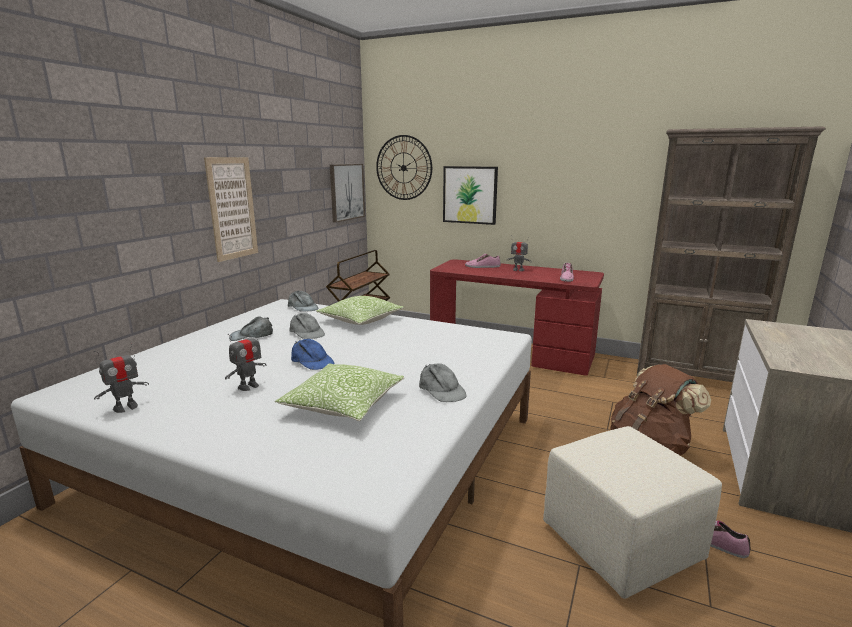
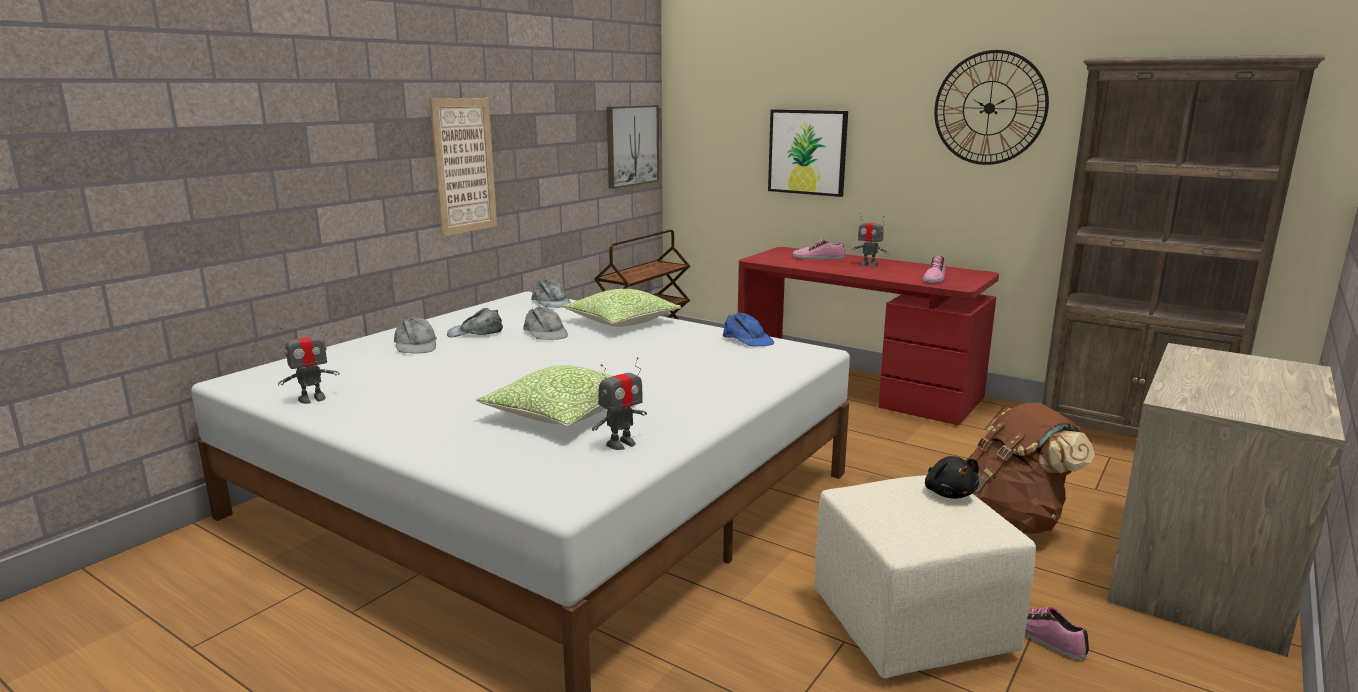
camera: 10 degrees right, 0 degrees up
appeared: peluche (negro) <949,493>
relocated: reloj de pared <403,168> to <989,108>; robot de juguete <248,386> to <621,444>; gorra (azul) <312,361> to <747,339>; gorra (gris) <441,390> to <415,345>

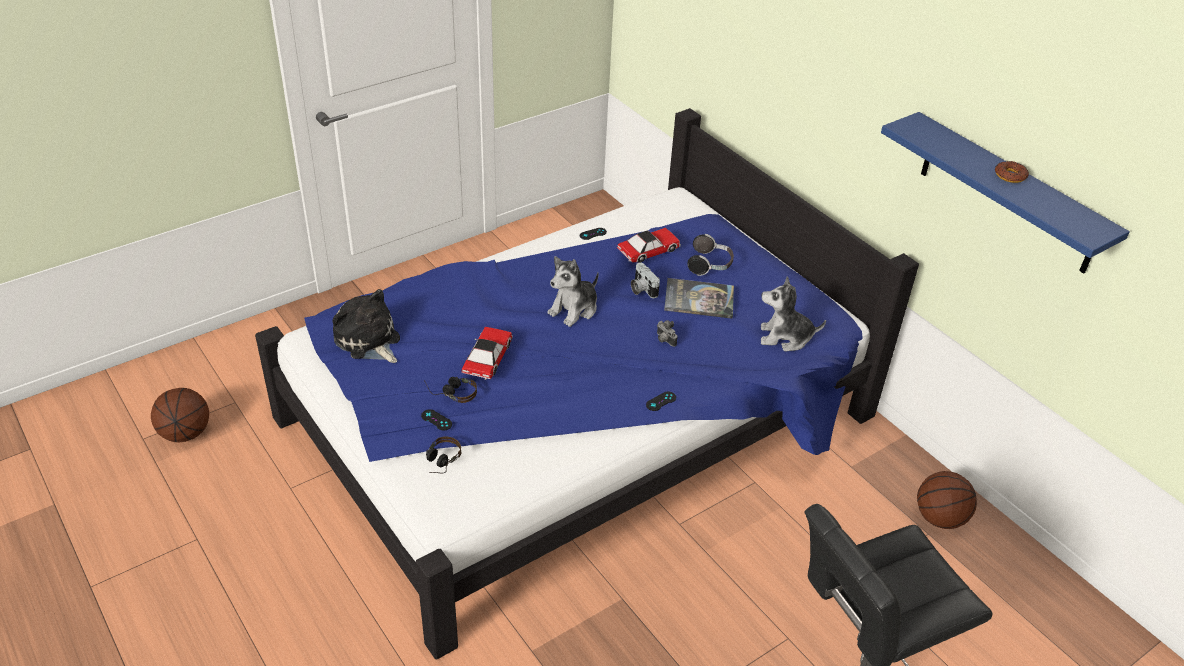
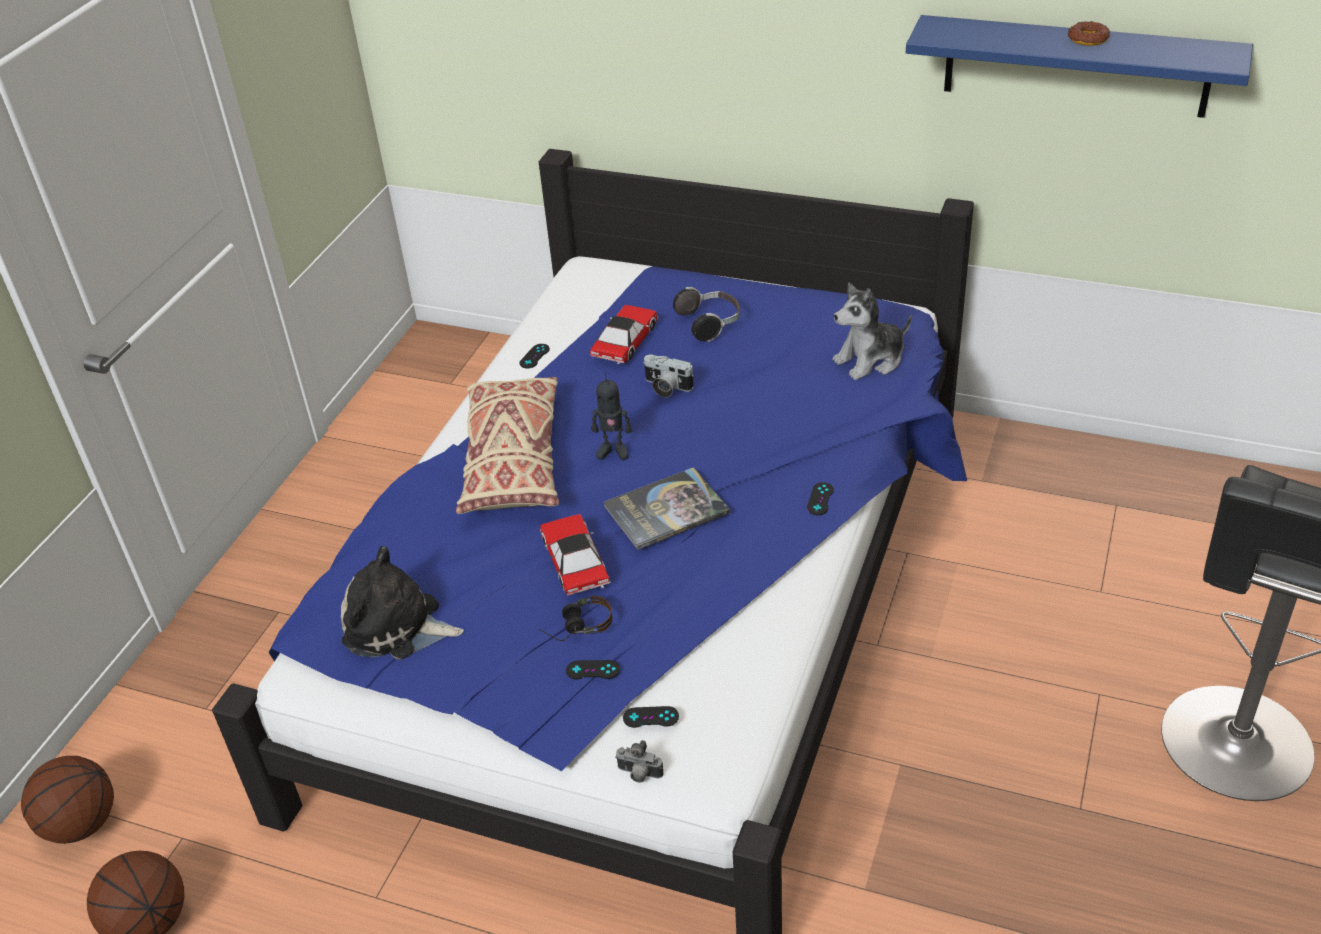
camera: 30 degrees left, 0 degrees up
appeared: cojín (beis) <513,460>
relocated: libro <699,299> to <666,510>; cámara <664,340> to <639,774>; balón de baloncesto <939,518> to <80,824>
exchanged: peluche <574,309> to robot de juguete <613,451>; auriculares <440,462> to mando de consola (negro) <651,717>

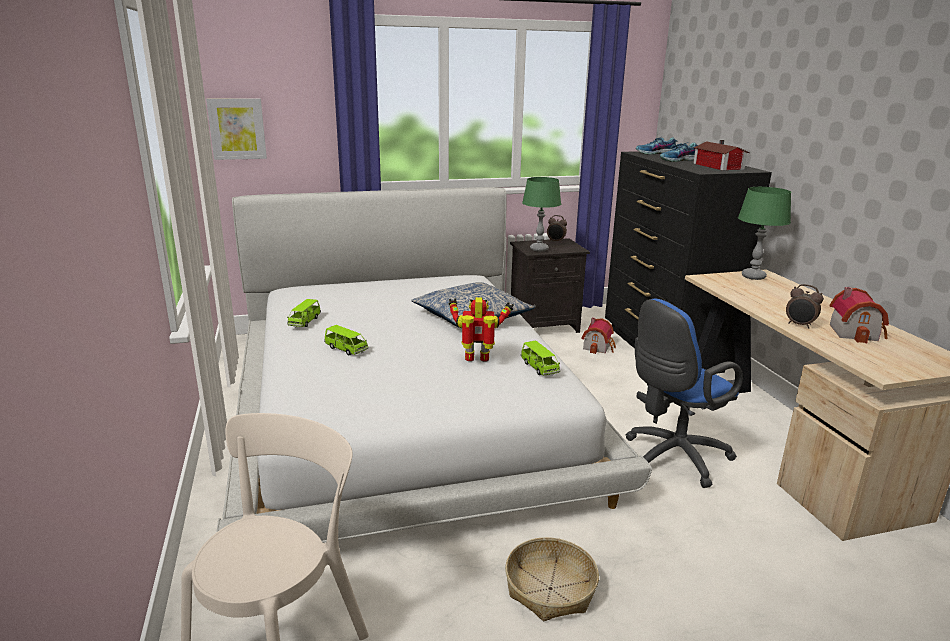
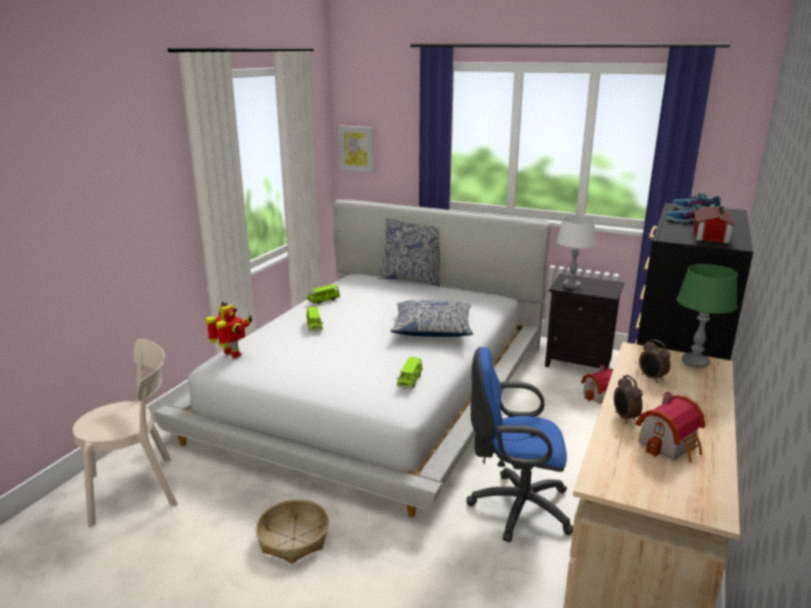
camera: 40 degrees right, 0 degrees up
appeared: cojín <412,279>
relocated: despertador <556,241> to <651,378>; robot de juguete <478,360> to <231,355>
colour: lámpara de mesa (verde) <539,249> to lámpara de mesa (blanco) <571,286>

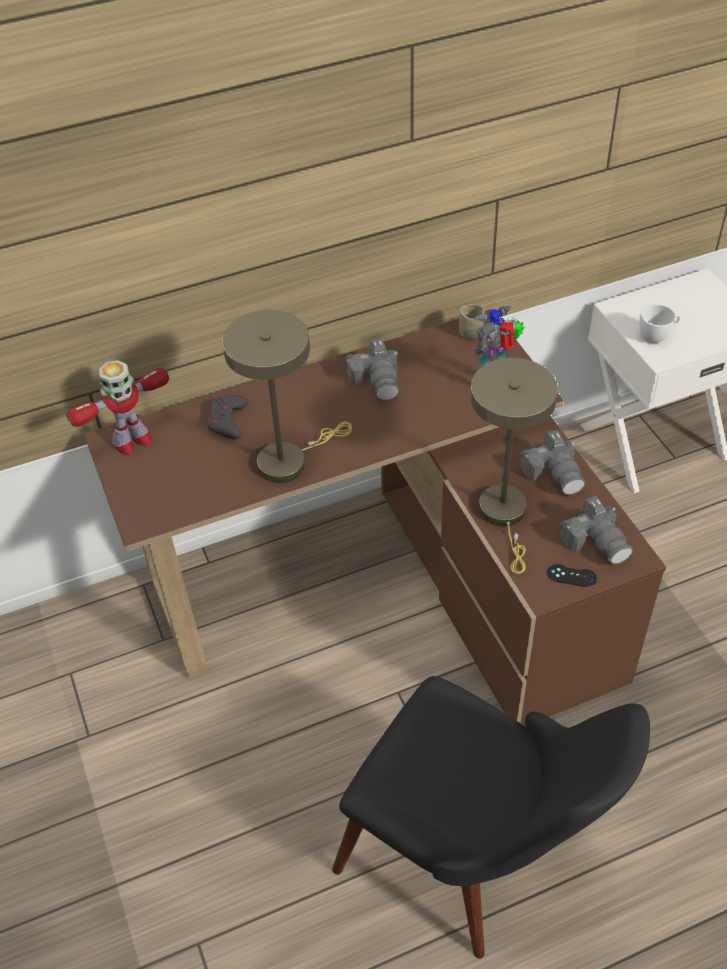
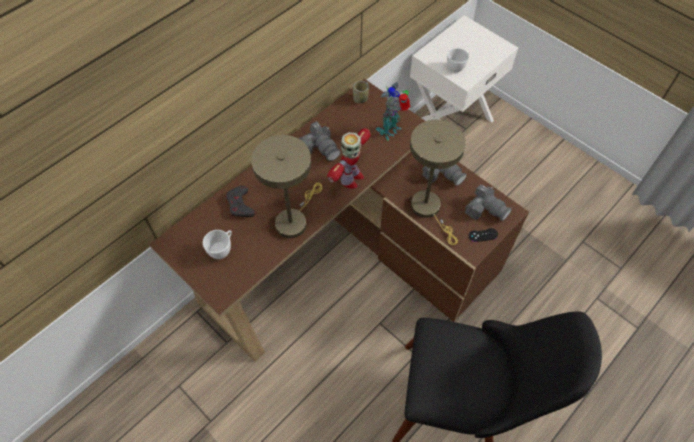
camera: 25 degrees left, 10 degrees up
appeared: taza (blanco) <222,250>
relocated: robot de juguete <131,441> to <351,179>

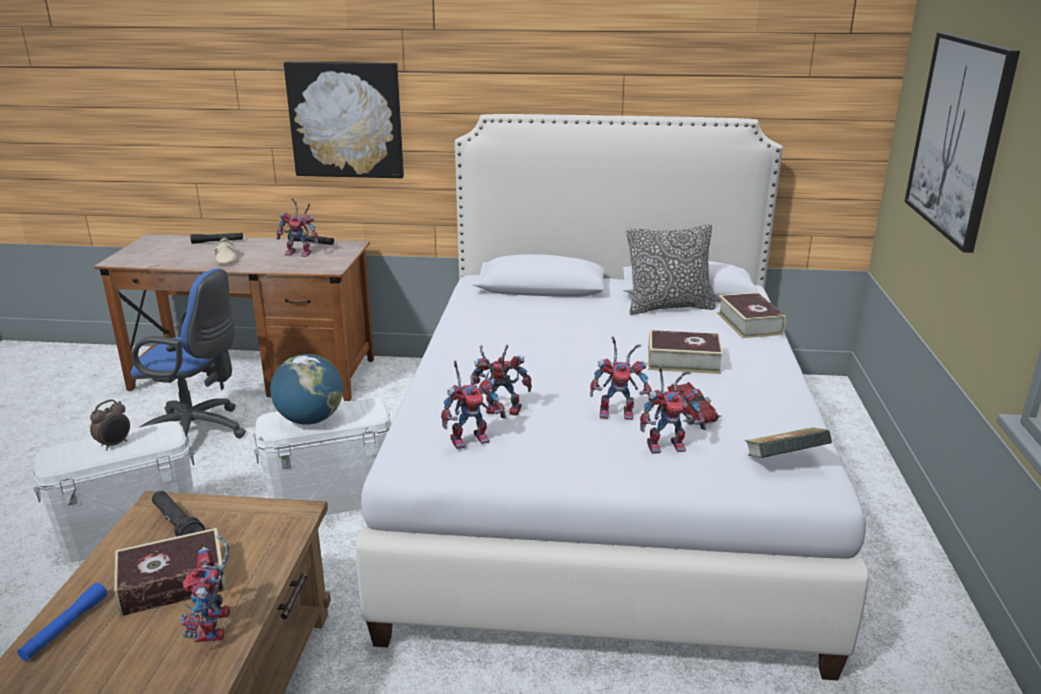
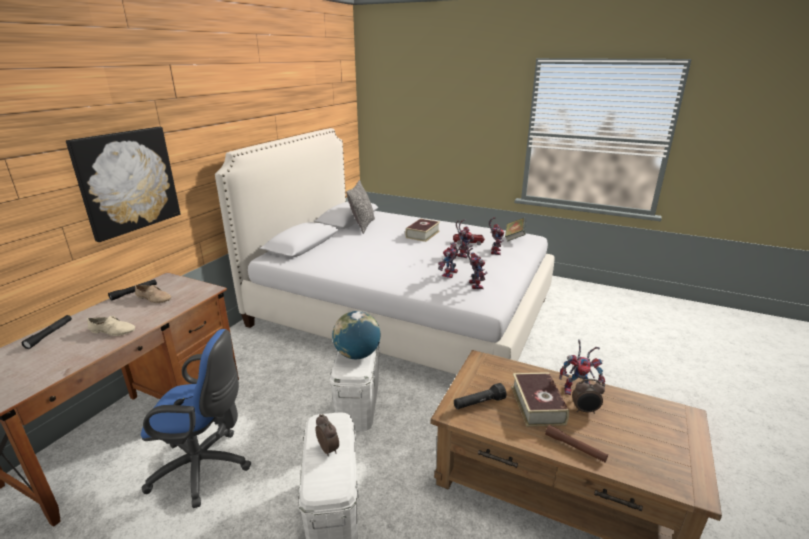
camera: 70 degrees left, 0 degrees up
missing: cuadro <958,137>; libro <749,323>
appeared: despertador <585,410>
exchanged: robot de juguete <301,253> to zapato (beis) <154,298>
colour: linterna (azul) <65,627> to linterna (marrón) <575,447>
spun: silla de oficina (azul) <198,432> = <206,468> 60 degrees clockwise

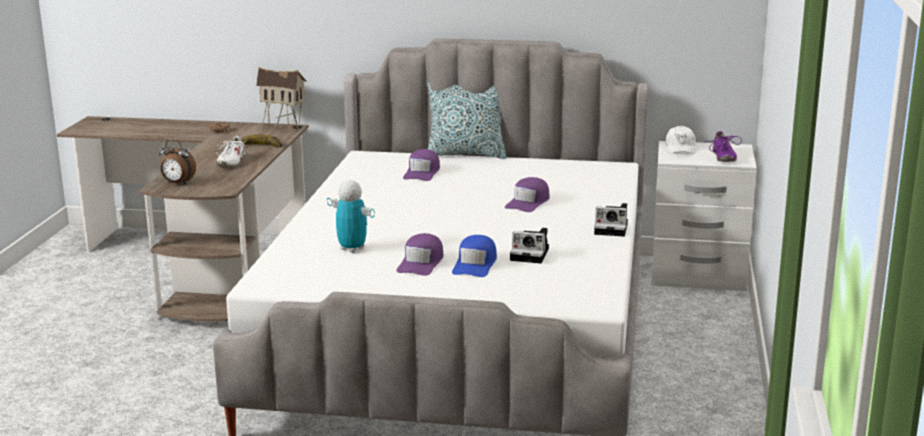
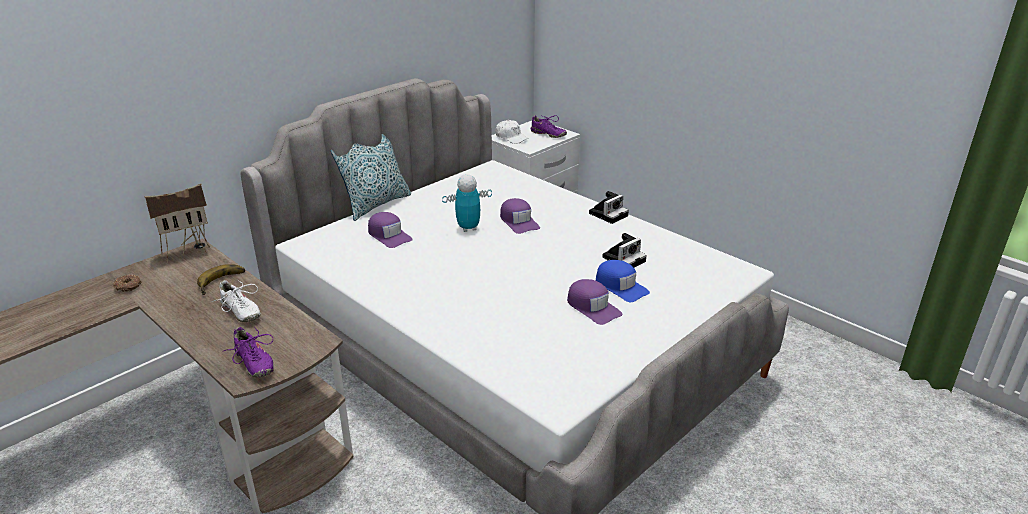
camera: 55 degrees left, 10 degrees up
relocated: robot de juguete <352,249> to <468,228>
exchanged: despertador <177,183> to zapato (morado) <253,363>

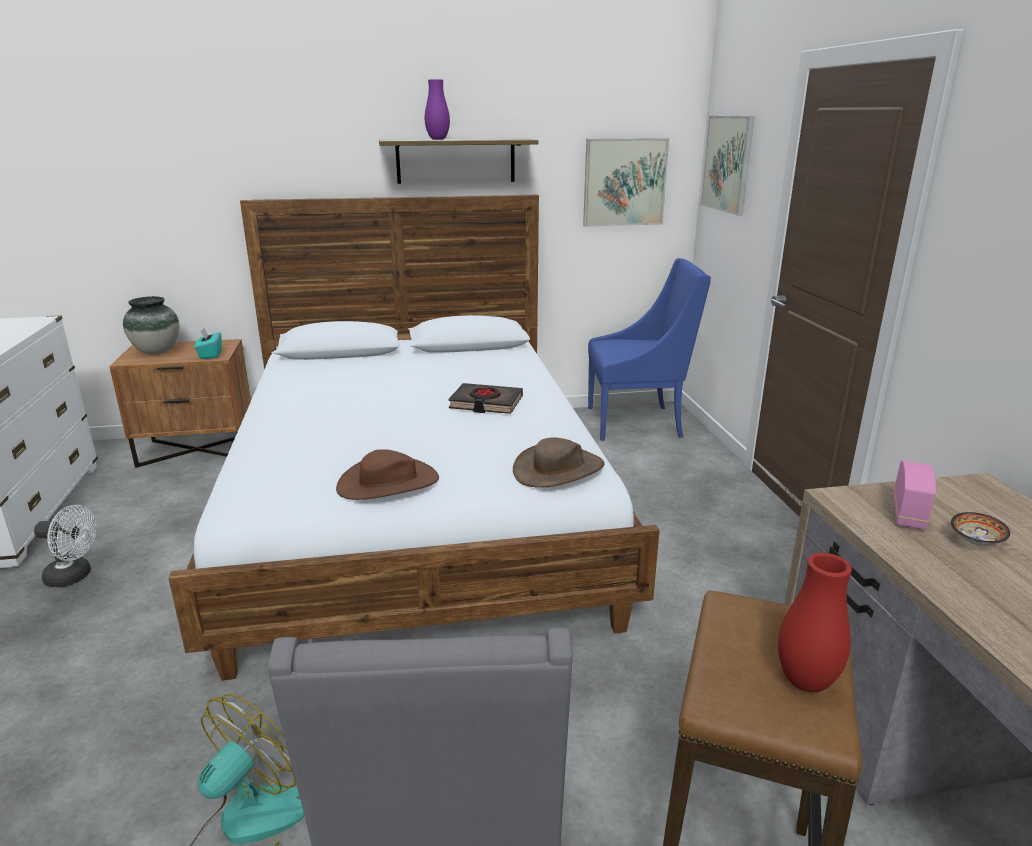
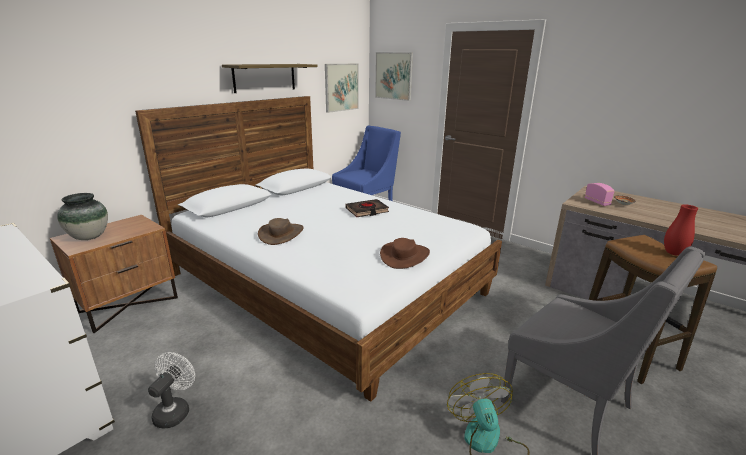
camera: 40 degrees left, 0 degrees up
missing: florero (morado) <438,139>; caja de pañuelos (turquesa) <210,355>
relocated: sombrero (marrón) <559,469> to <281,234>
spun: ventilador (blanco) <74,576> = <175,410> 45 degrees counterclockwise

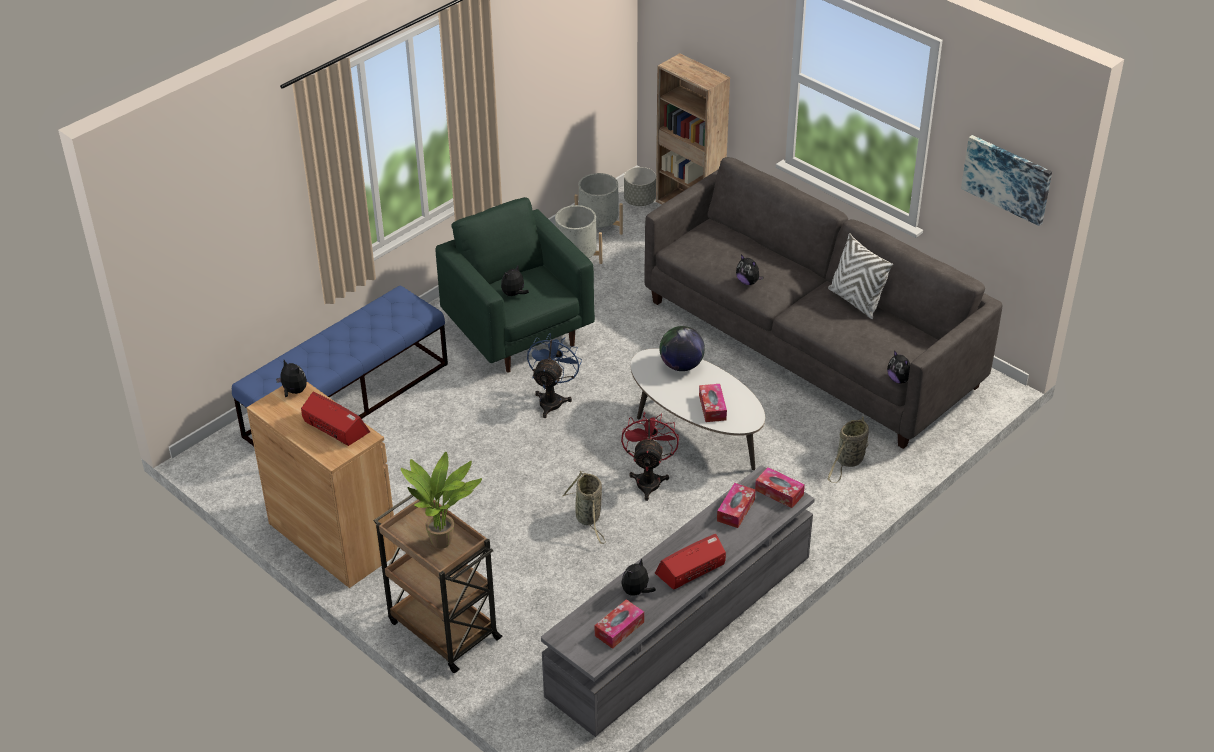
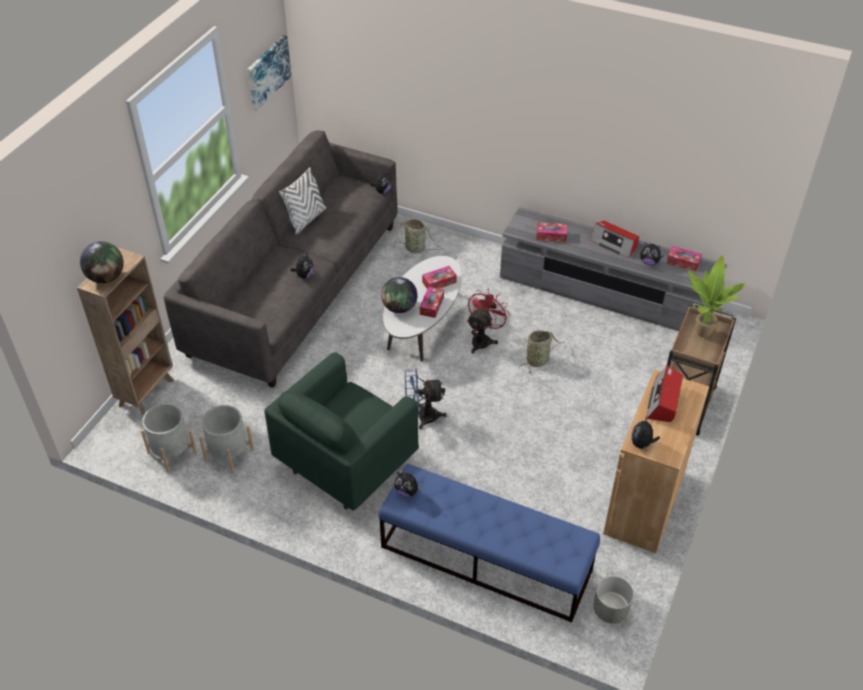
camera: 110 degrees left, 5 degrees up
appeared: globo terráqueo <106,277>
relocated: maceta (gris) <639,200> to <610,610>; peluche <514,294> to <407,491>; caja de pañuelos <779,492> to <431,305>
spun: ventilador (rojo) <649,479> = <483,339> 135 degrees clockwise

